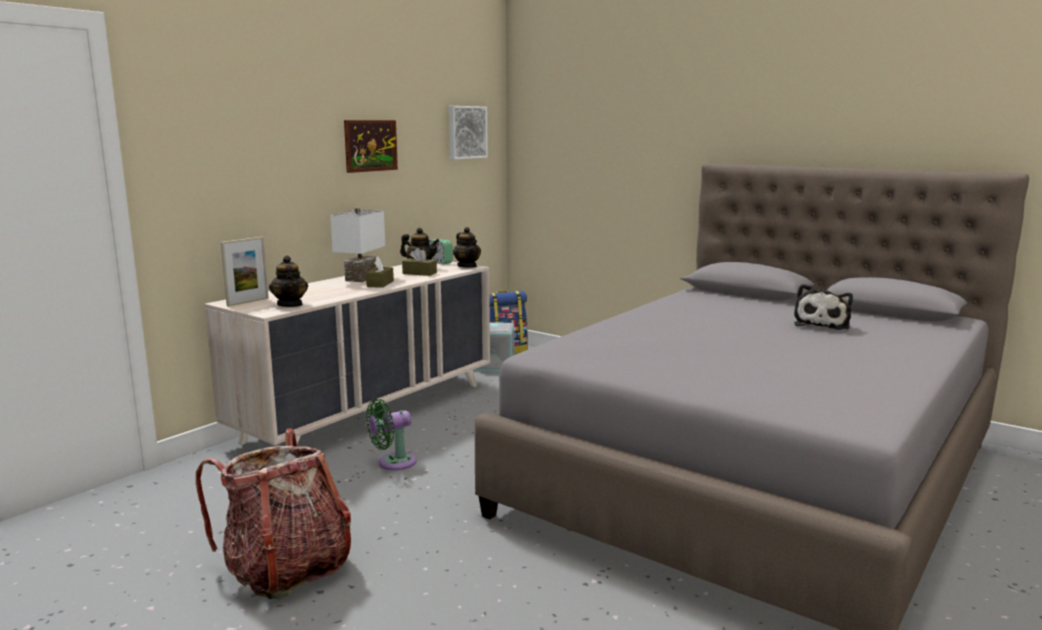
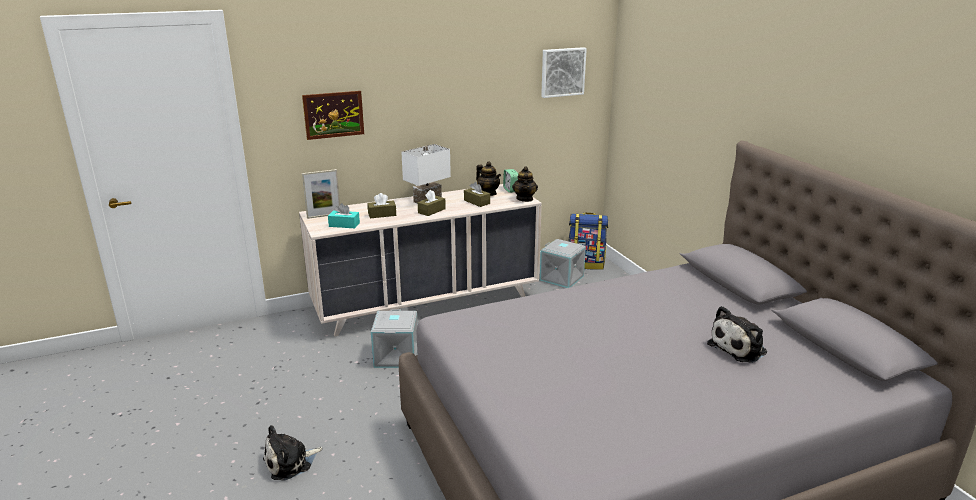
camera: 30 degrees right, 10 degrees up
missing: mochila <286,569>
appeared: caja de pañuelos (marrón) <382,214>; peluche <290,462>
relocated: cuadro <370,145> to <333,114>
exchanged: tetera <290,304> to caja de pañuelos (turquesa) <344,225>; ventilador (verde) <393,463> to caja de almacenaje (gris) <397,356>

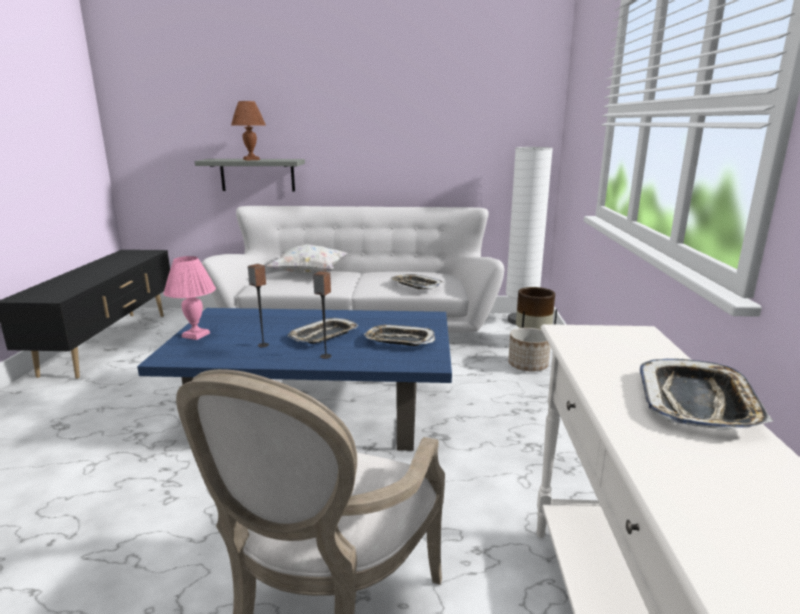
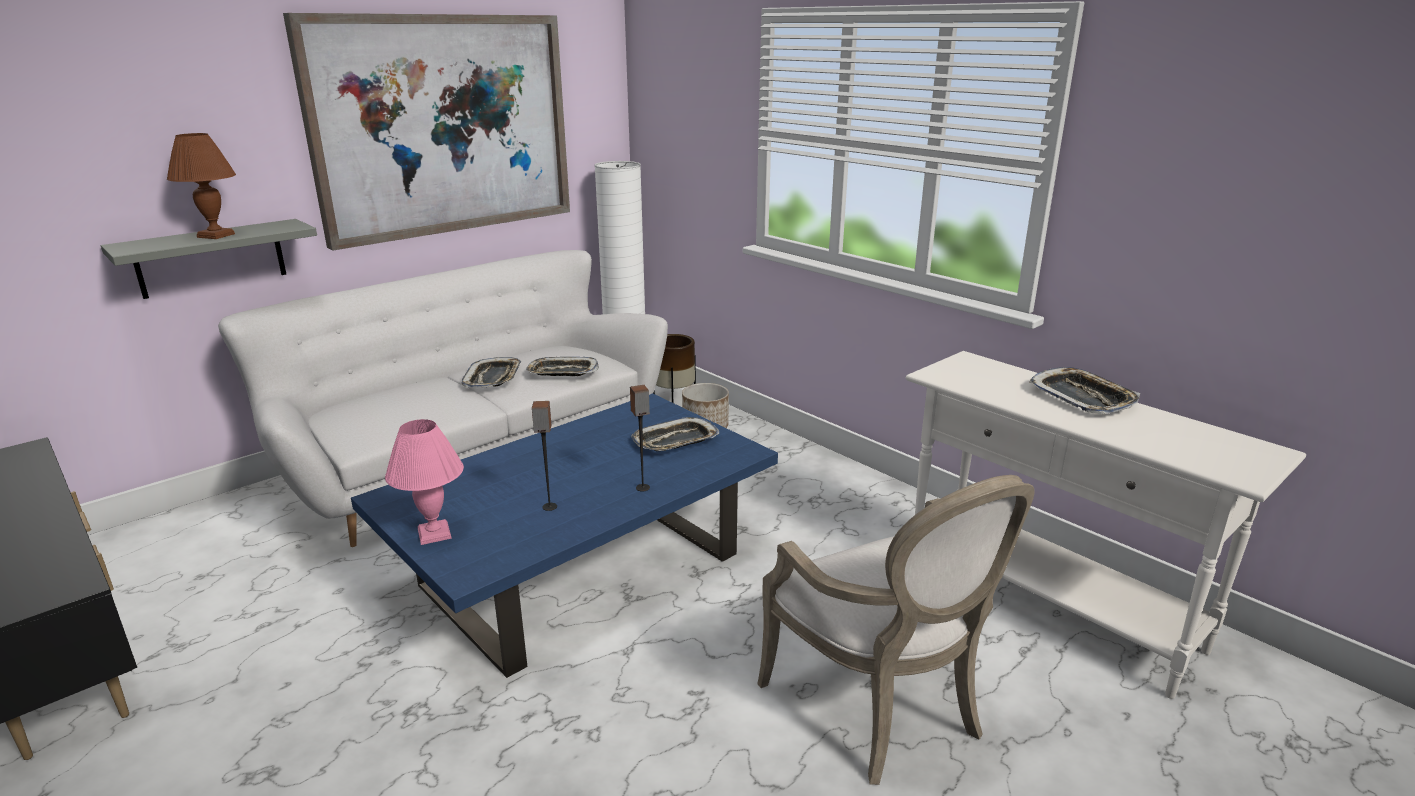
camera: 45 degrees left, 5 degrees up
missing: cojín (blanco) <309,274>
appeared: cuadro <443,126>
relocated: bandeja <324,336> to <493,378>

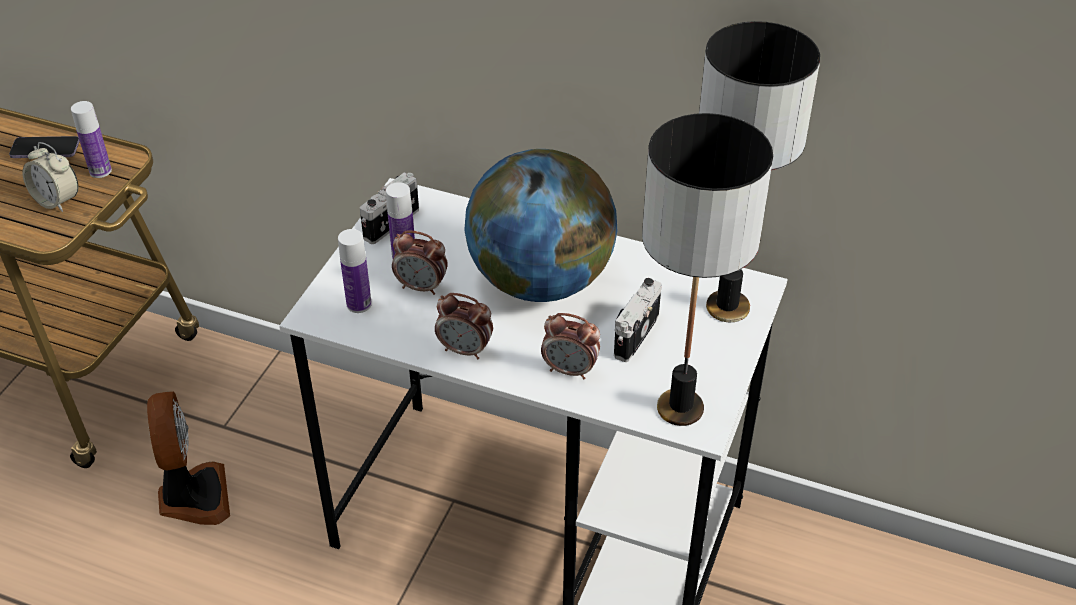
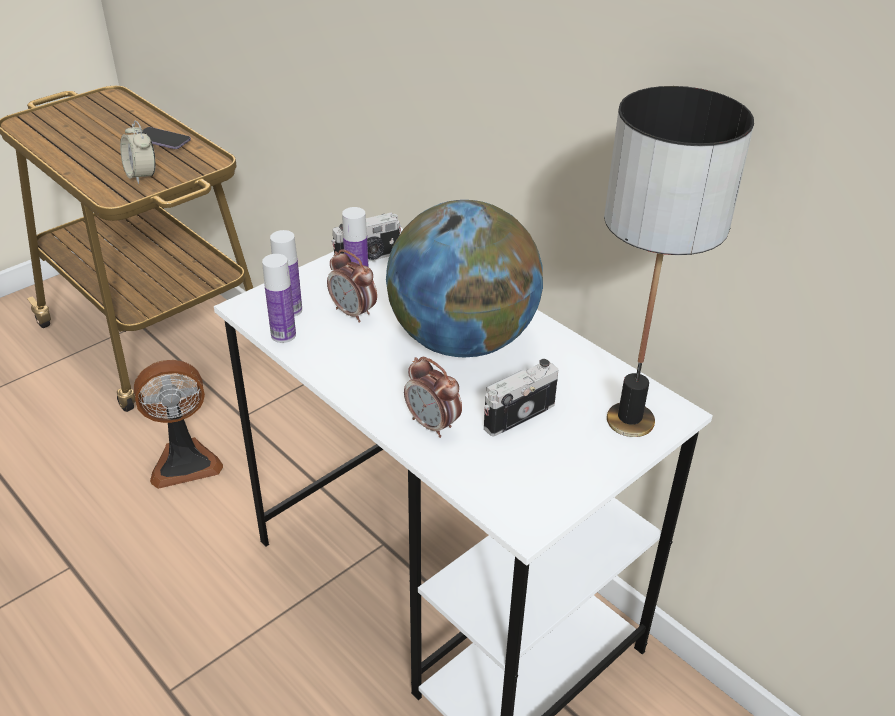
camera: 25 degrees right, 5 degrees down
missing: lámpara de mesa <681,409>; despertador <465,350>
relocated: botella <100,171> to <283,335>
spun: ventilador <193,497> = <185,461> 60 degrees clockwise

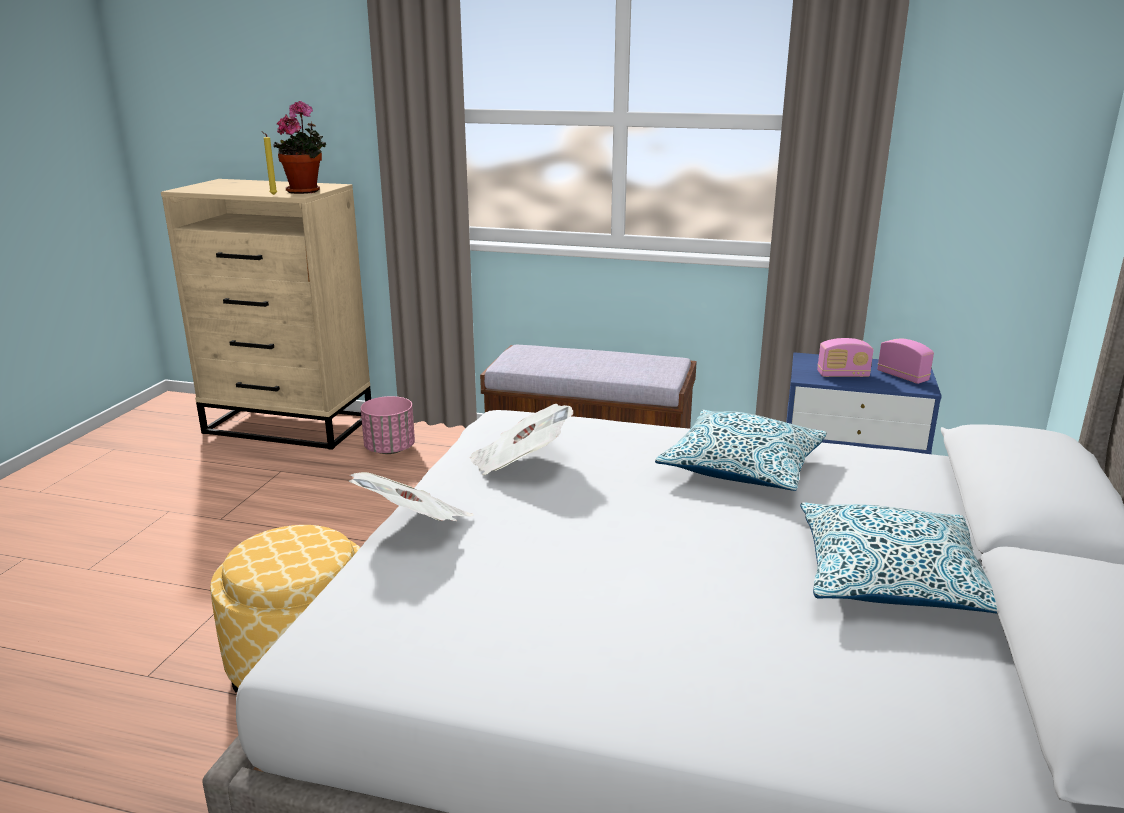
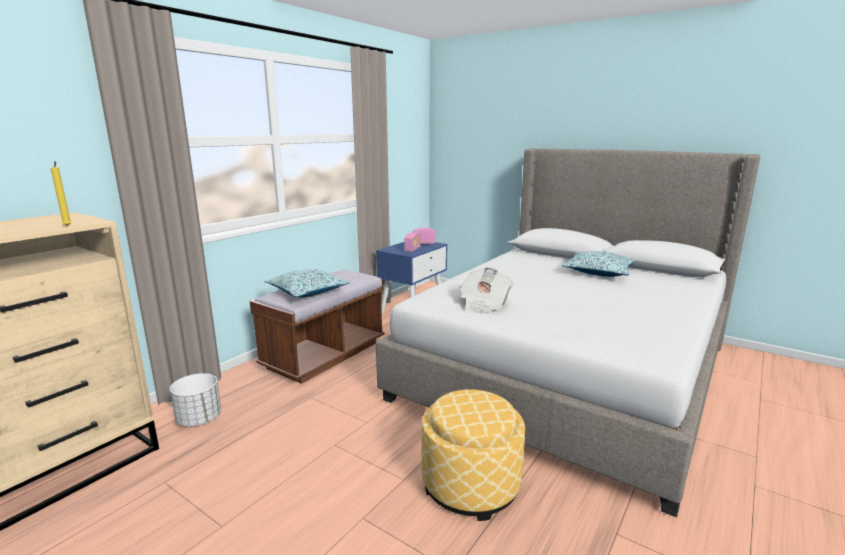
camera: 70 degrees left, 5 degrees down
missing: planta en maceta <306,191>; periódico <414,525>
relocated: cojín <742,467> to <308,291>
colour: maceta (rosa) <390,449> to maceta (blanco) <199,419>

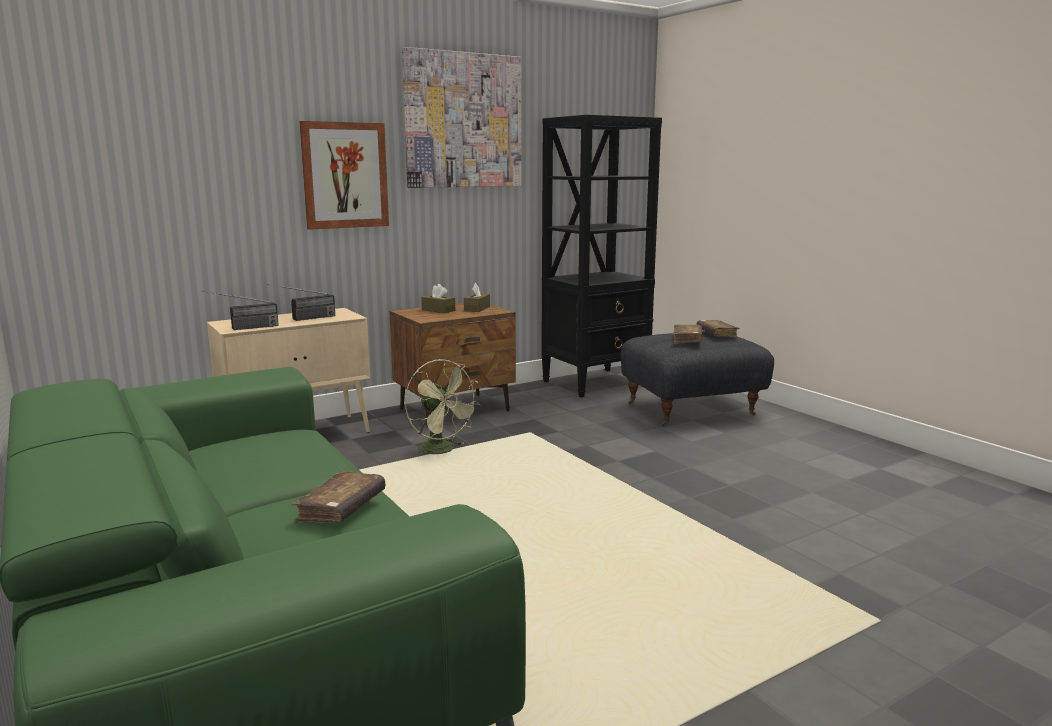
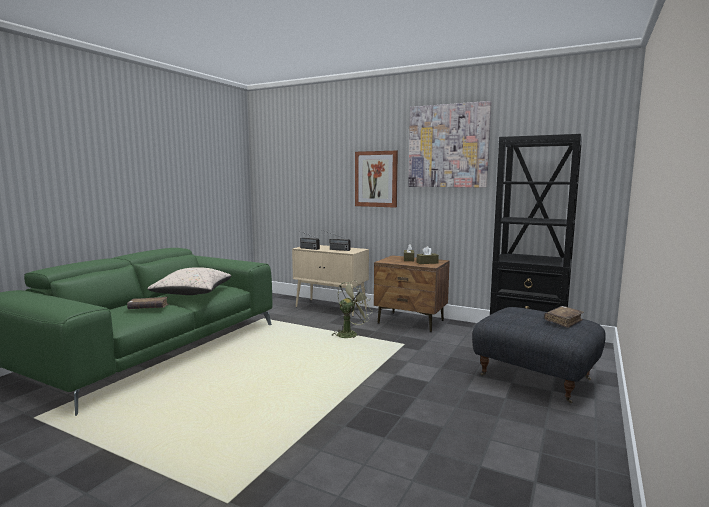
camera: 60 degrees right, 5 degrees down
missing: libro (marrón) <687,340>
appeared: cojín (beis) <192,294>
spun: ventilador (verde) <442,451> = <350,334> 150 degrees counterclockwise

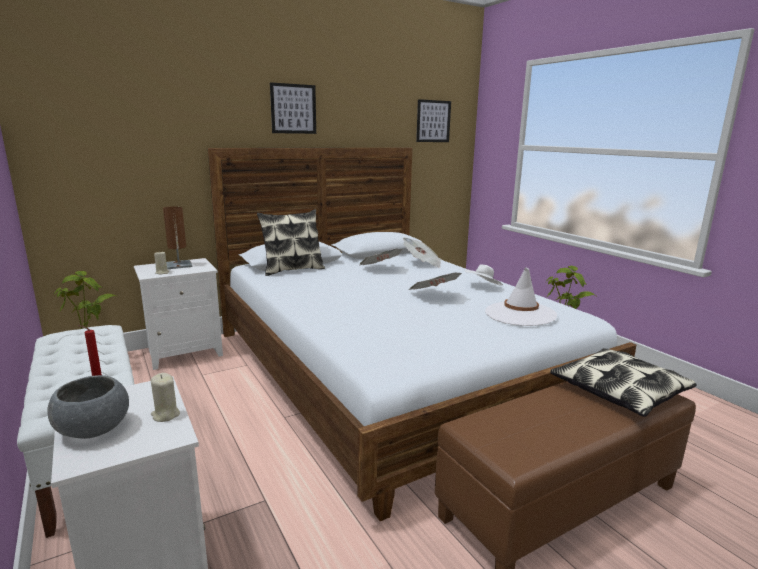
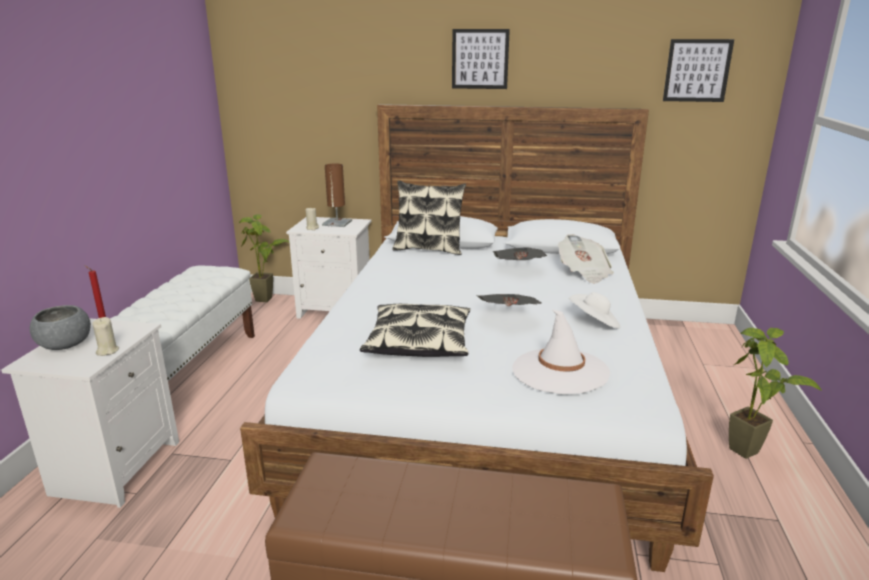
camera: 40 degrees right, 5 degrees up
relocated: cojín <618,392> to <419,343>

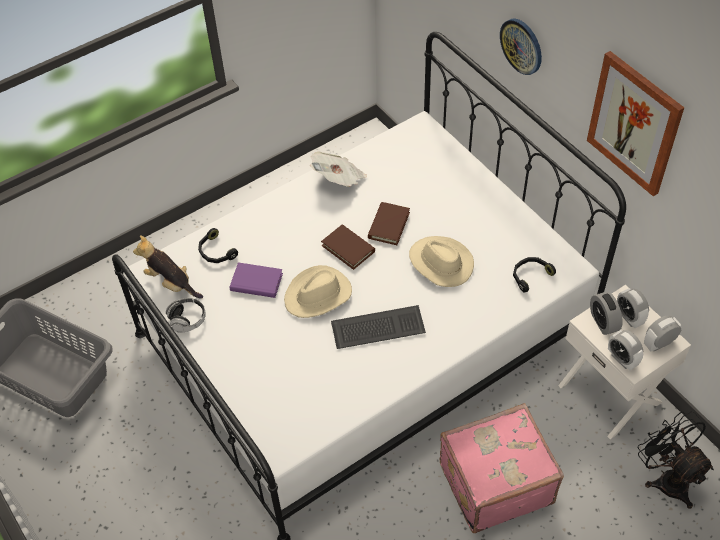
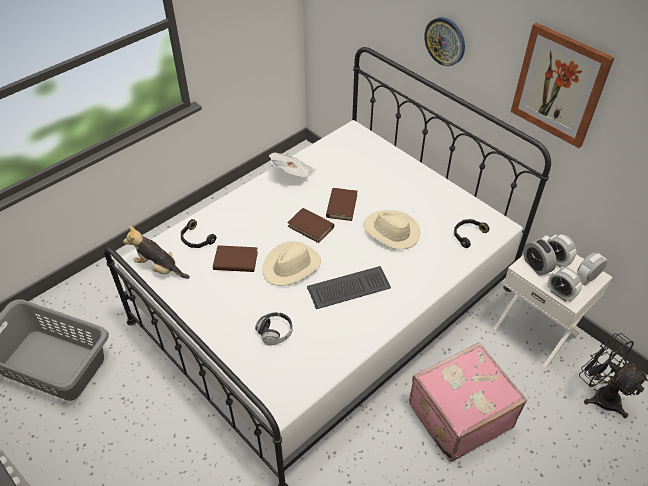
camera: 10 degrees left, 5 degrees down
relocated: auriculares <187,319> to <275,333>
colour: libro (morado) <256,282> to libro (marrón) <235,261>

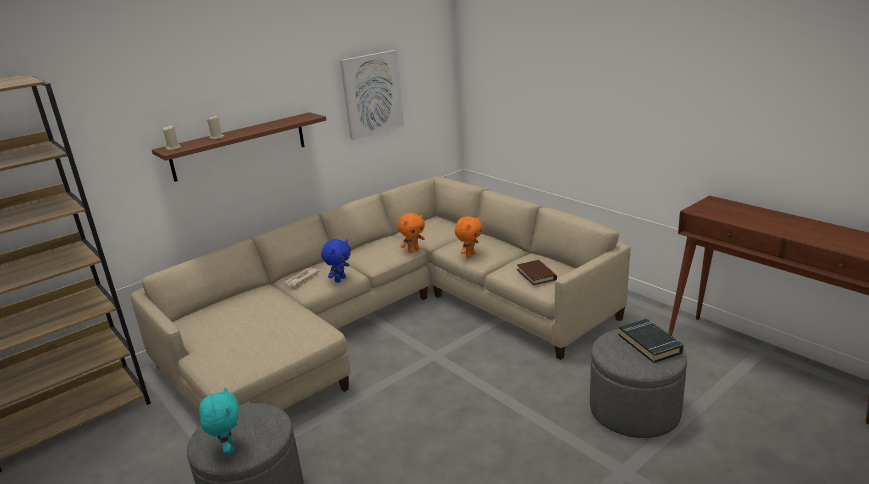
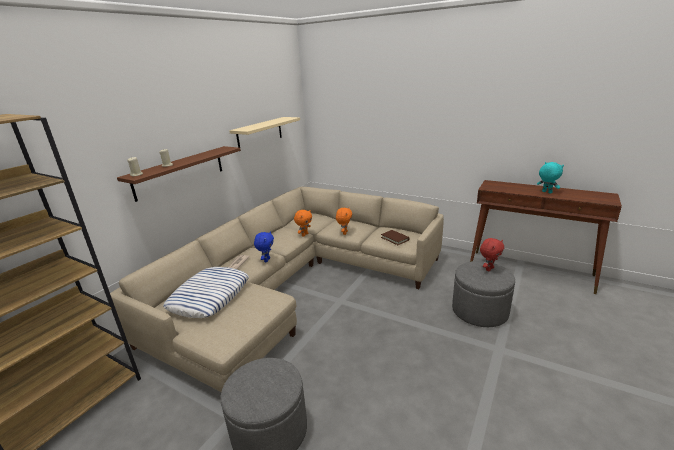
camera: 20 degrees left, 0 degrees up
appeared: cojín <209,296>
relocated: peluche (turquesa) <228,448> to <546,192>
exchanged: cuadro <372,94> to estante (beis) <260,133>; libro (negro) <650,344> to peluche (rojo) <489,269>

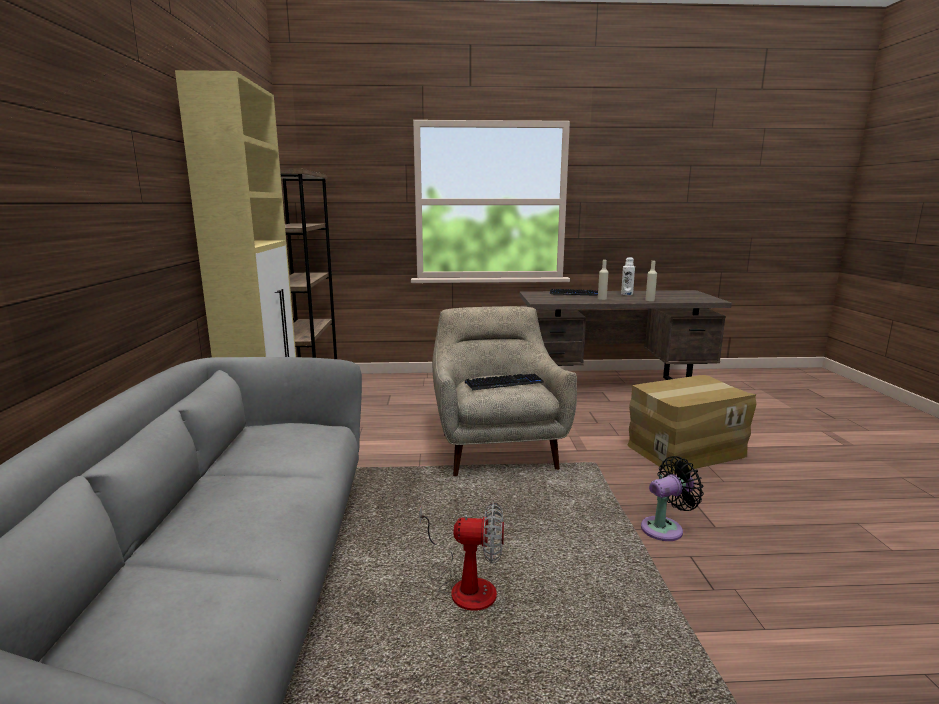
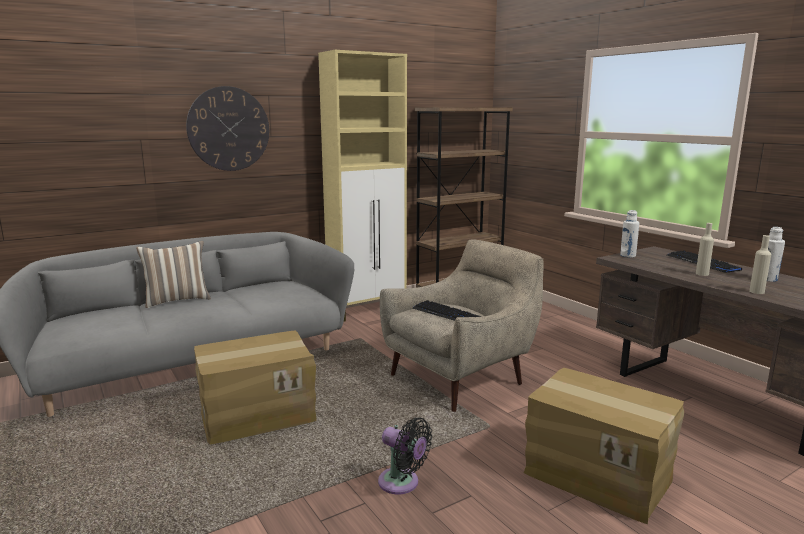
camera: 60 degrees right, 0 degrees up
appeared: reloj de pared <228,129>; botella (blanco) <628,256>; cojín <177,300>
exchanged: ventilador <464,585> to caja de cartón <257,415>

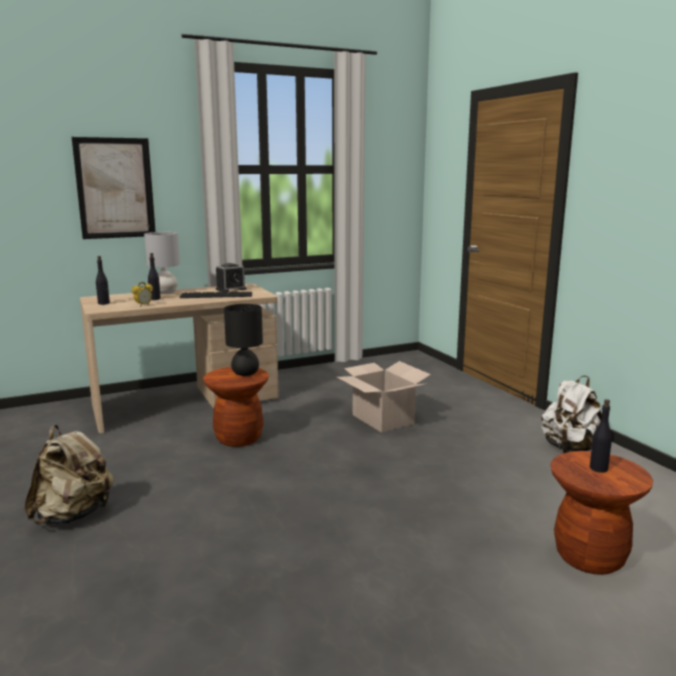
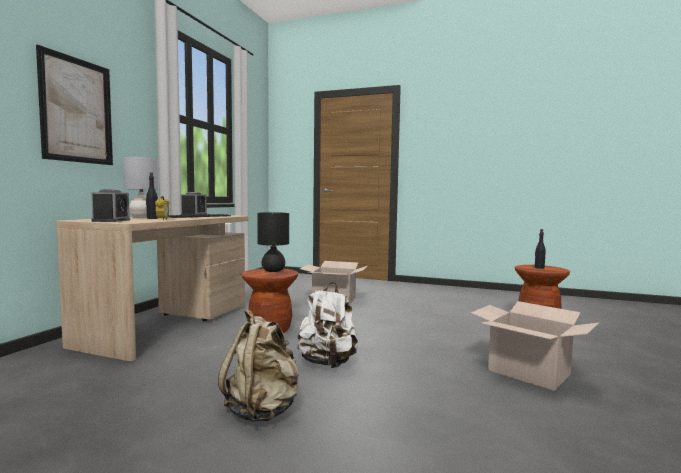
camera: 45 degrees left, 10 degrees down
appeared: caja de cartón <529,372>
relocated: mochila (blanco) <570,449> to <327,363>
exchanged: botella (negro) <104,303> to despertador <111,220>

